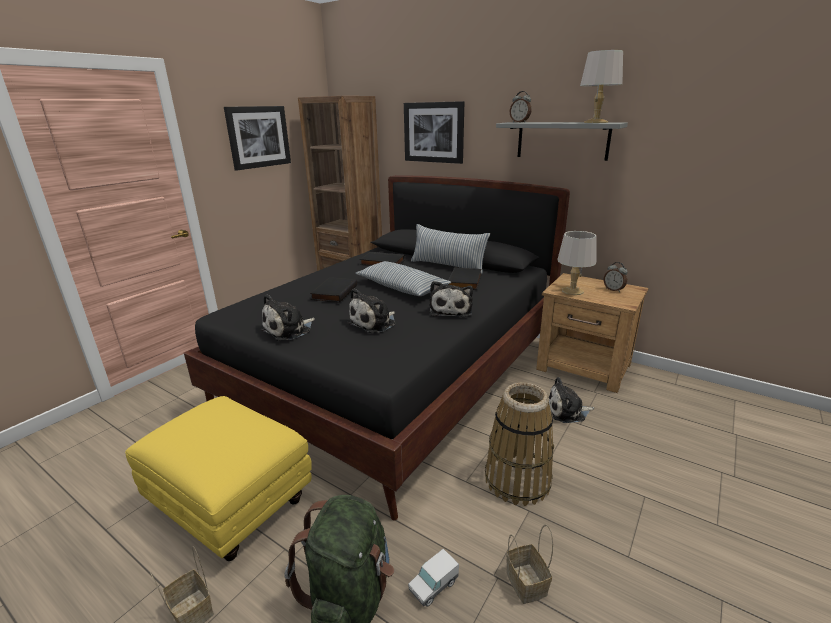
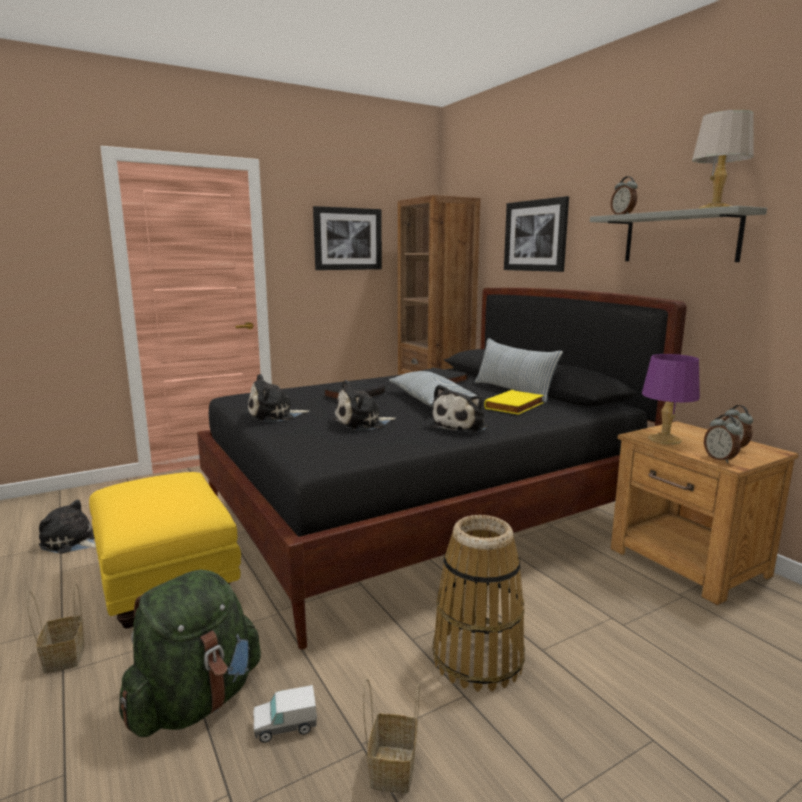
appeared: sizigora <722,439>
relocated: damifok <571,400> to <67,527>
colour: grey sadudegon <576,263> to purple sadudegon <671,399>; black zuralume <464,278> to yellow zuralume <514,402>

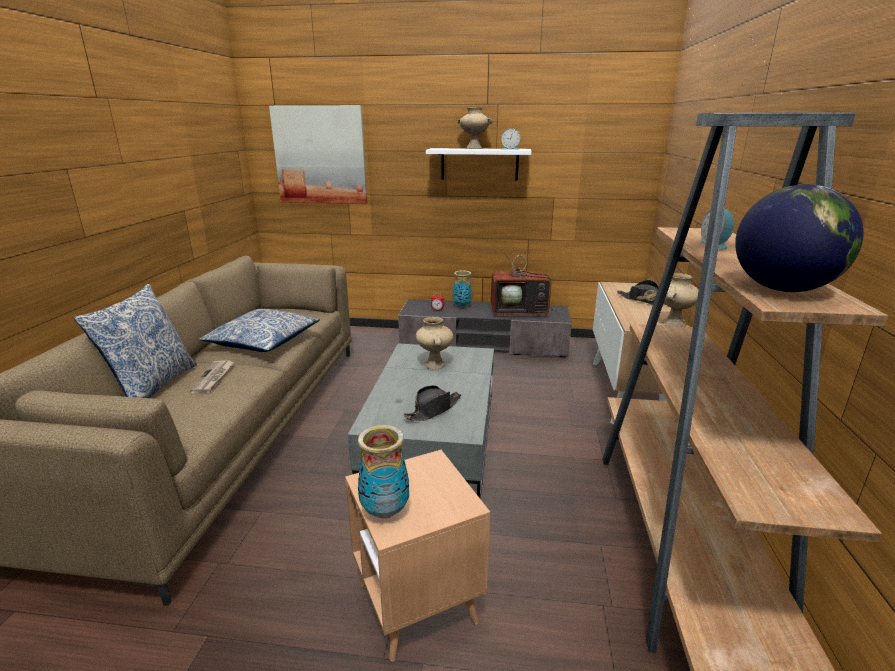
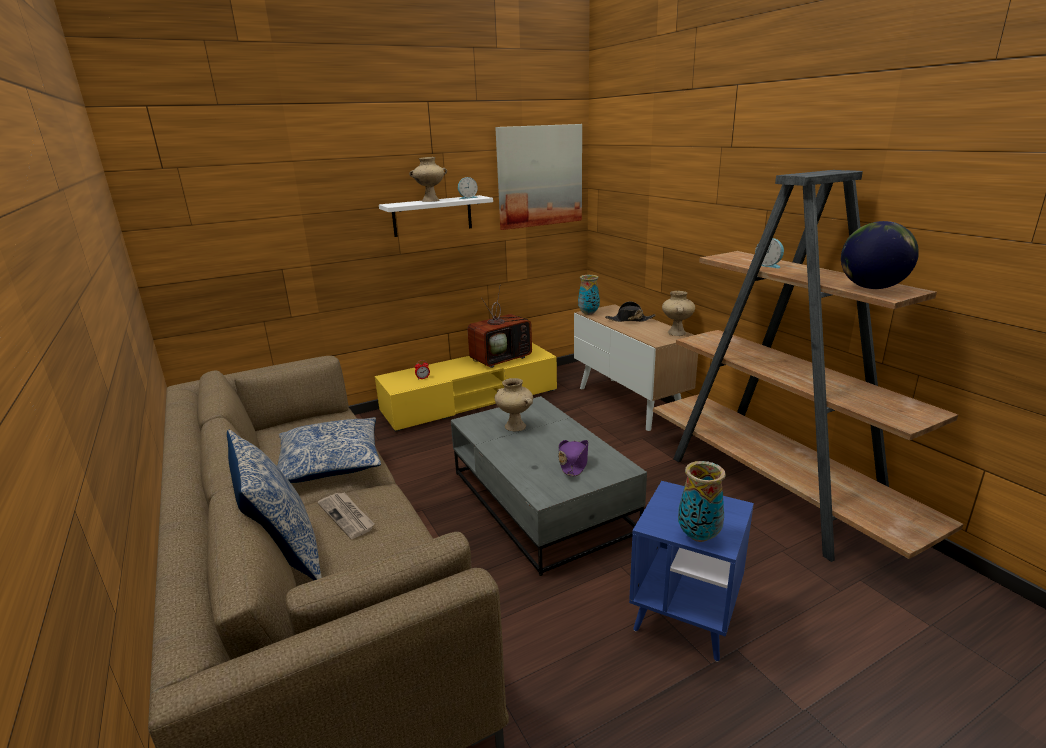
relocated: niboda <318,154> to <538,177>; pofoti <462,289> to <589,295>
colour: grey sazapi <485,328> to yellow sazapi <466,387>; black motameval <432,403> to purple motameval <573,458>; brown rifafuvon <417,555> to blue rifafuvon <691,571>

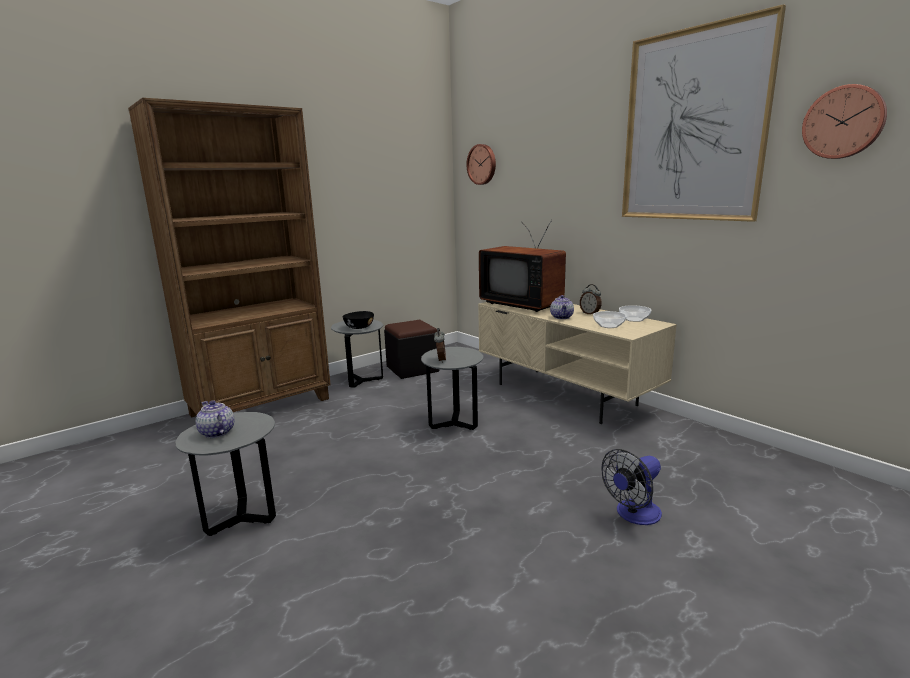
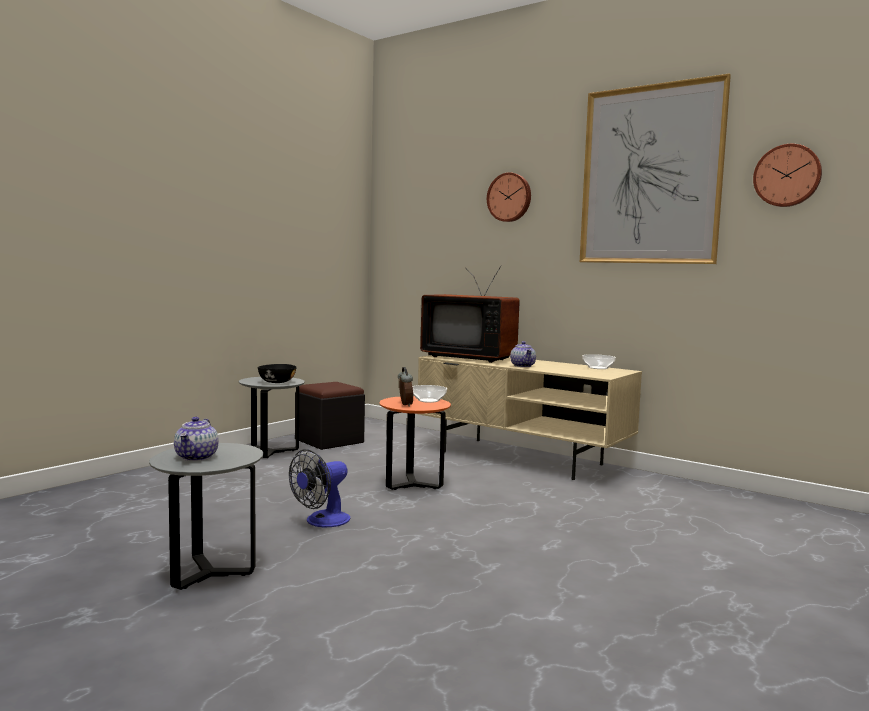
missing: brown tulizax <229,257>; sizigora <591,299>
relocated: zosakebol <481,164> to <509,197>; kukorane <609,319> to <429,394>; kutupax <631,487> to <320,488>
colour: grey rifafuvon <452,388> to orange rifafuvon <415,443>
spun: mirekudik <215,419> = <196,439> 120 degrees counterclockwise

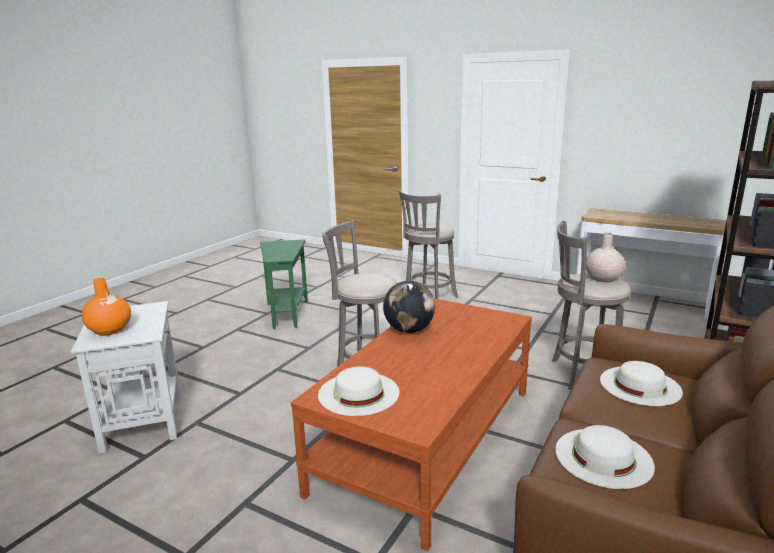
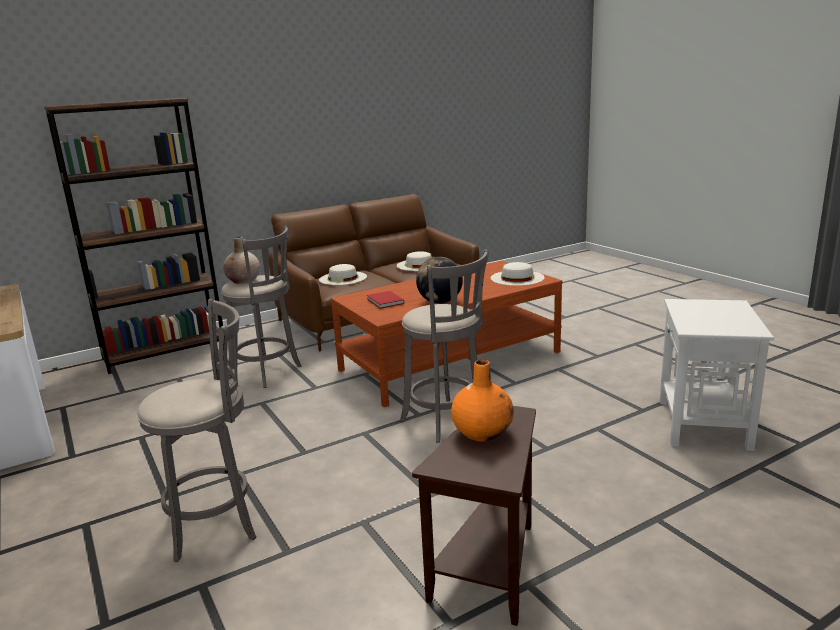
appeared: red zuralume <385,300>
relocated: orange pofoti <106,307> to <482,401>
colour: green rifafuvon <284,284> to brown rifafuvon <474,516>

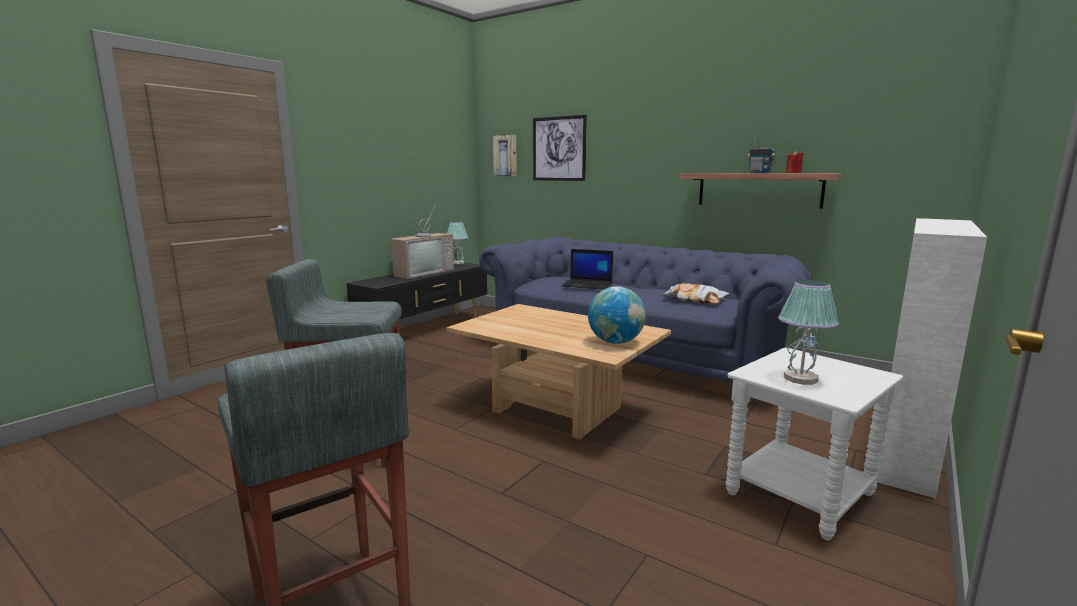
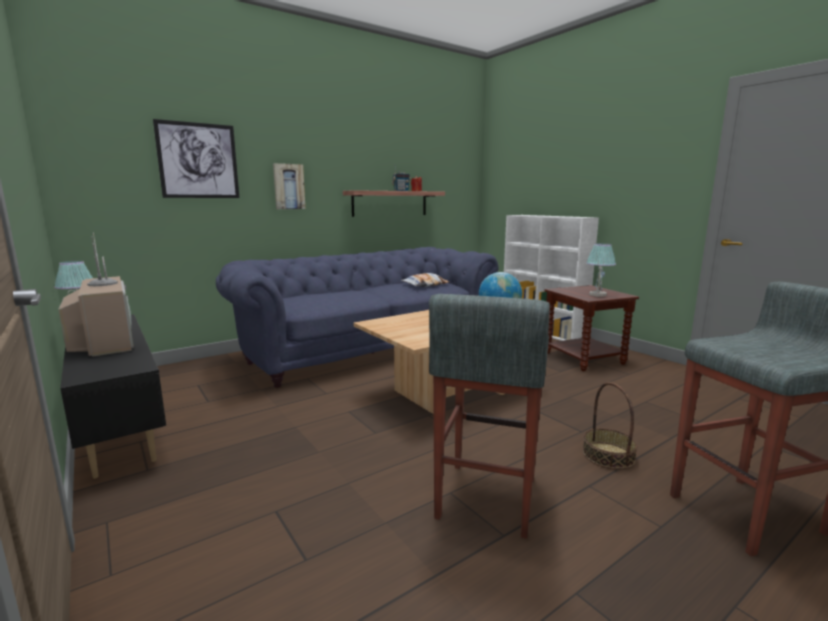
missing: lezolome <587,269>
appeared: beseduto <610,426>
relocated: niboda <505,155> to <289,186>
colour: white rifafuvon <814,443> to brown rifafuvon <591,328>

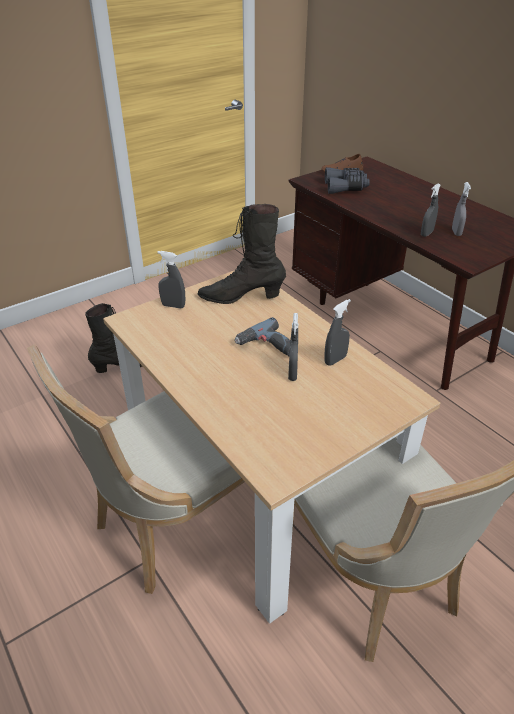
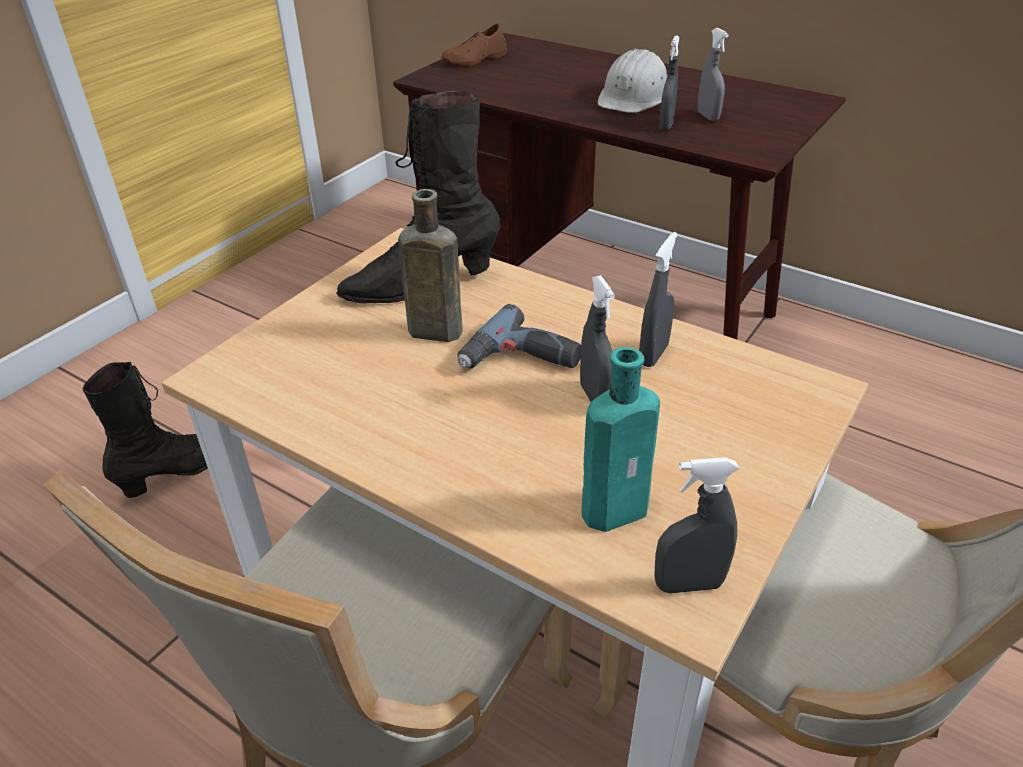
missing: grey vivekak <347,181>
appeared: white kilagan <632,81>; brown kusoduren <430,265>; turquoise kusoduren <621,439>
relocated: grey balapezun <171,279> to <696,525>

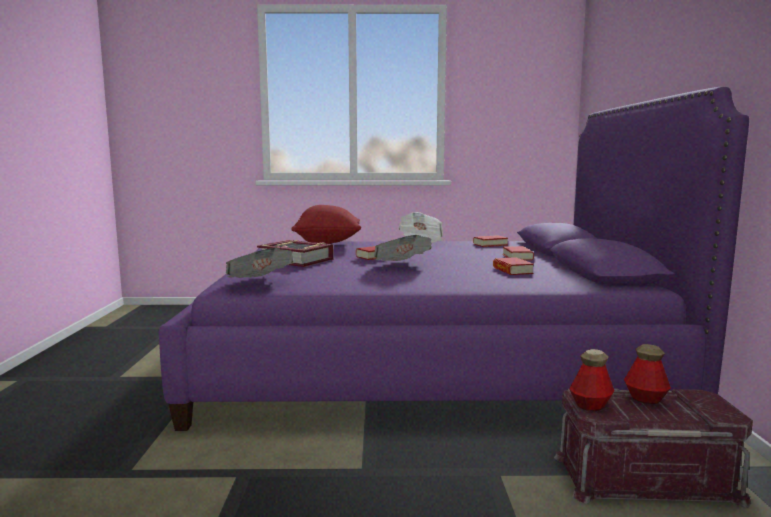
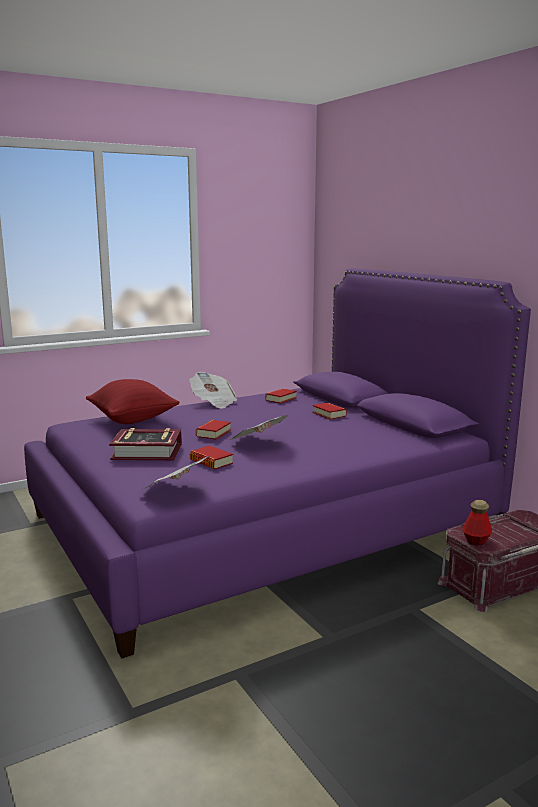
missing: kusoduren <647,374>
relocated: zuralume <513,266> to <211,457>

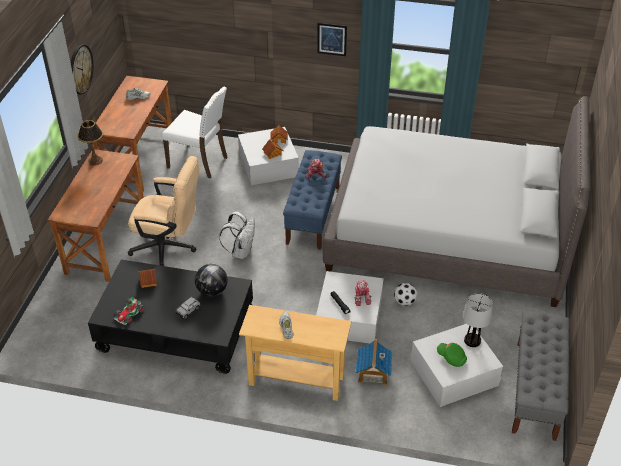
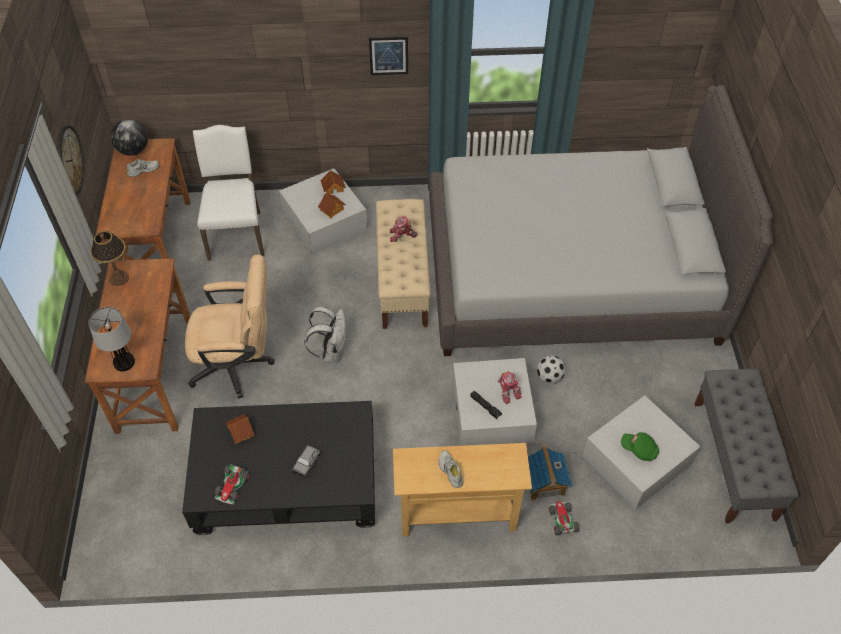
appeared: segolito <564,518>
relocated: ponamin <211,280> to <129,137>; sadudegon <478,320> to <111,339>
colour: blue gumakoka <312,200> to beige gumakoka <403,264>
spun: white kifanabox <195,132> = <228,193> 105 degrees counterclockwise

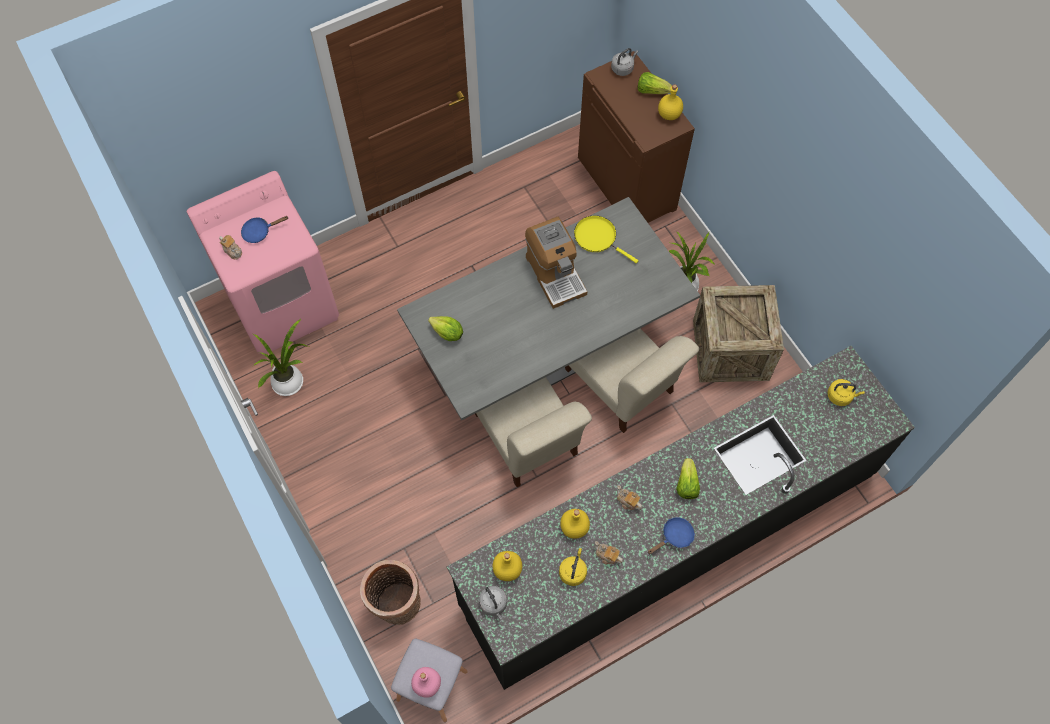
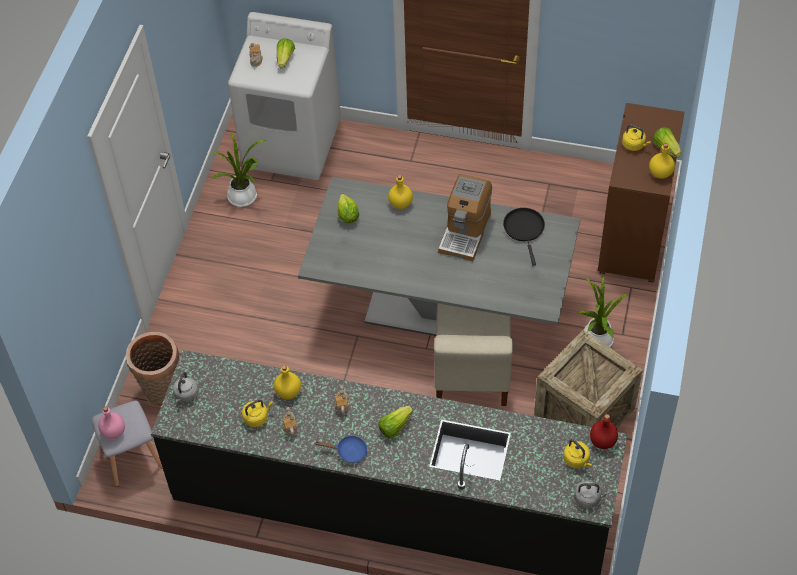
missing: beige kifanabox <533,432>
appeared: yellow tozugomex <636,138>; red kusoduren <604,431>
relocated: grey tozugomex <624,62> to <592,494>; yellow kusoduren <507,566> to <400,192>
exchanged: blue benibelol <264,229> to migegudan <286,53>
colour: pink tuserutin <263,263> to white tuserutin <284,96>; yellow benibelol <606,239> to black benibelol <524,237>

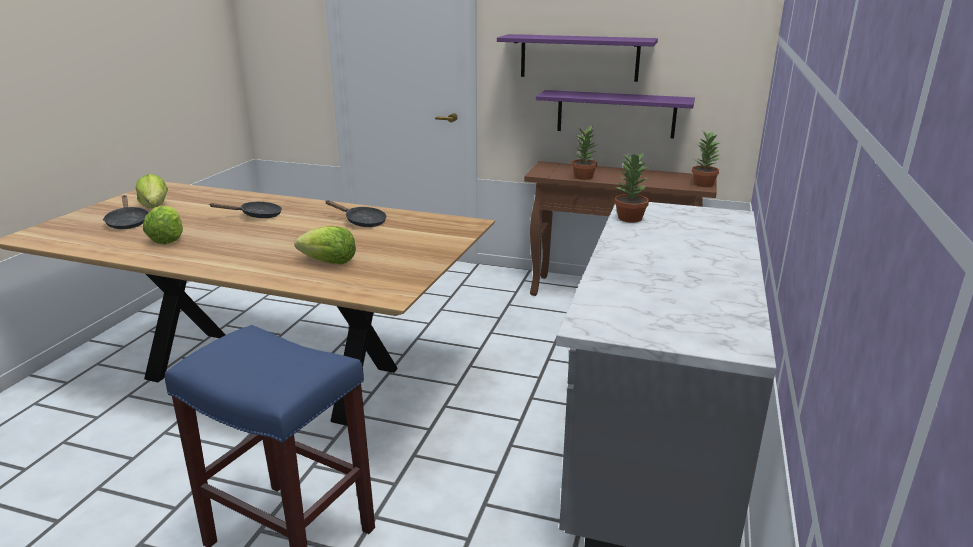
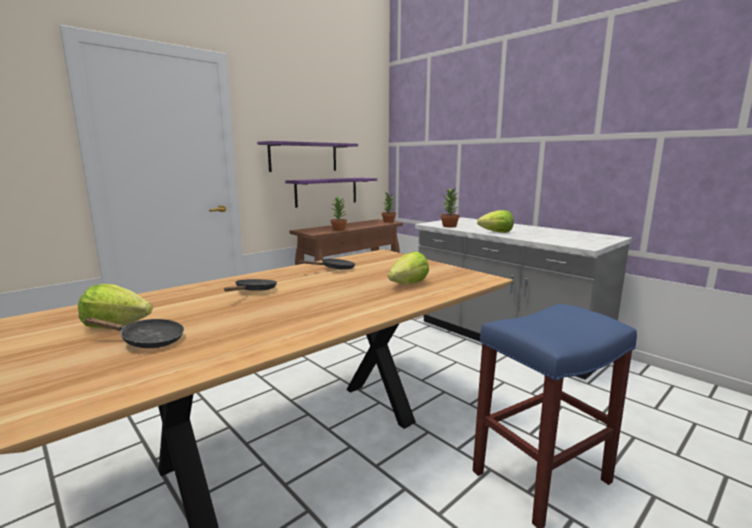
relocated: migegudan <163,225> to <495,221>

